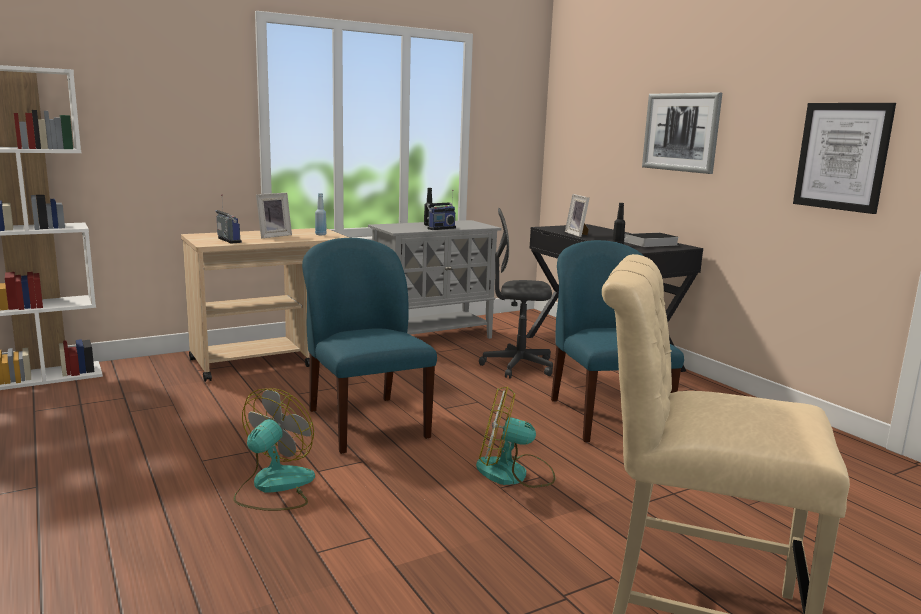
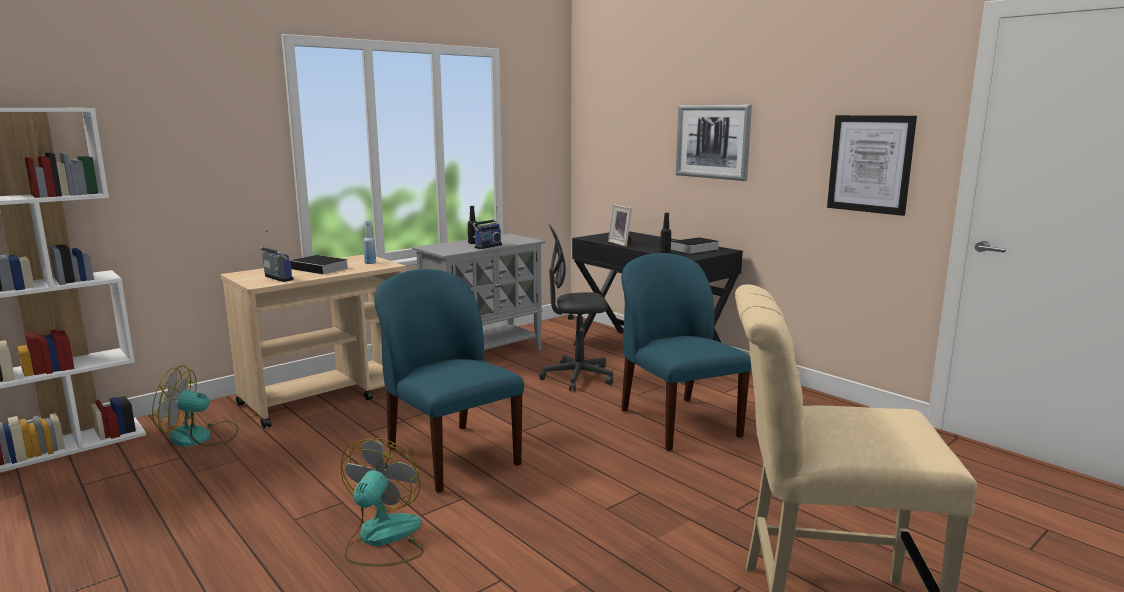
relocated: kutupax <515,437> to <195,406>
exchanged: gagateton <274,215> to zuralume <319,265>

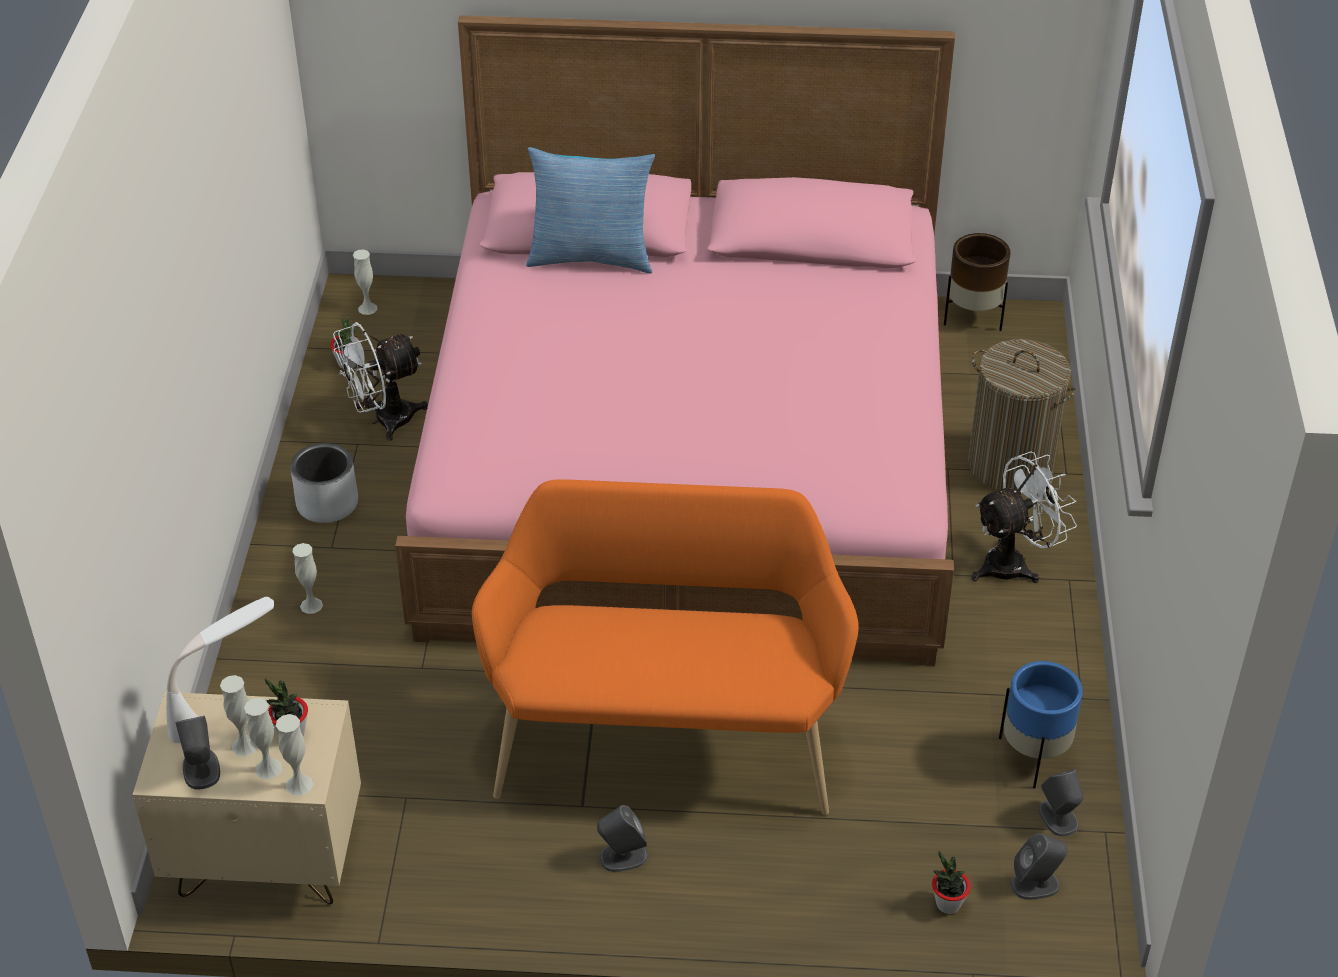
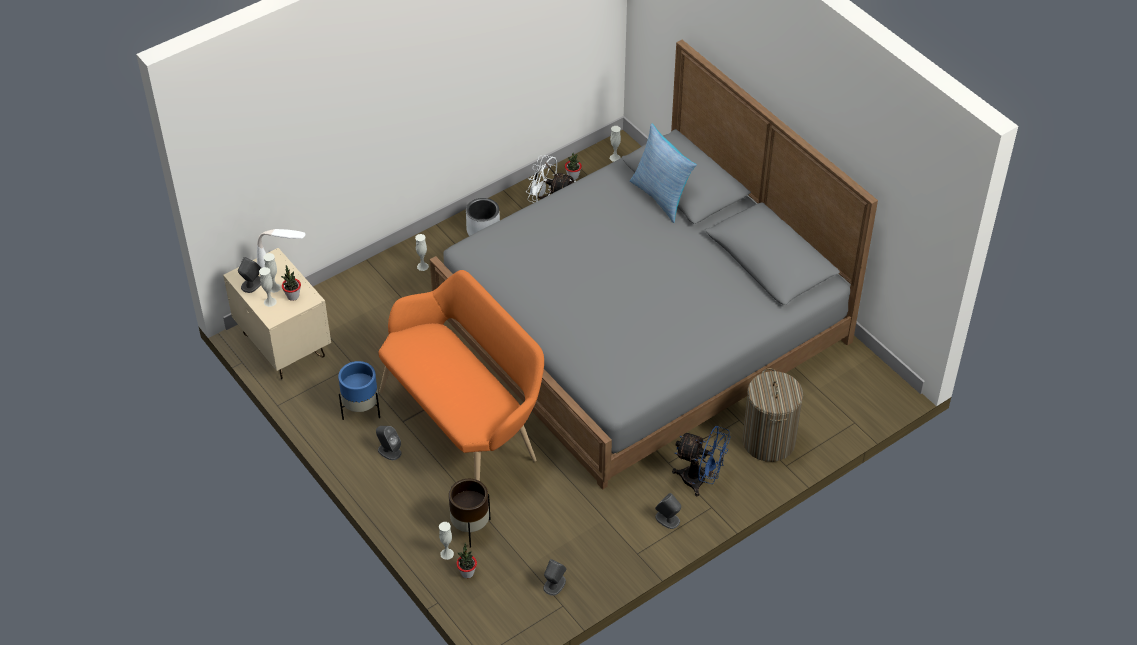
relocated: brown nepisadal <977,282> to <470,513>; blue nepisadal <1041,724> to <359,390>; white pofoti <294,755> to <446,541>; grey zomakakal <1039,867> to <668,511>
colour: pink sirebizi <675,340> to grey sirebizi <653,264>; white kutupax <1024,517> to blue kutupax <701,461>

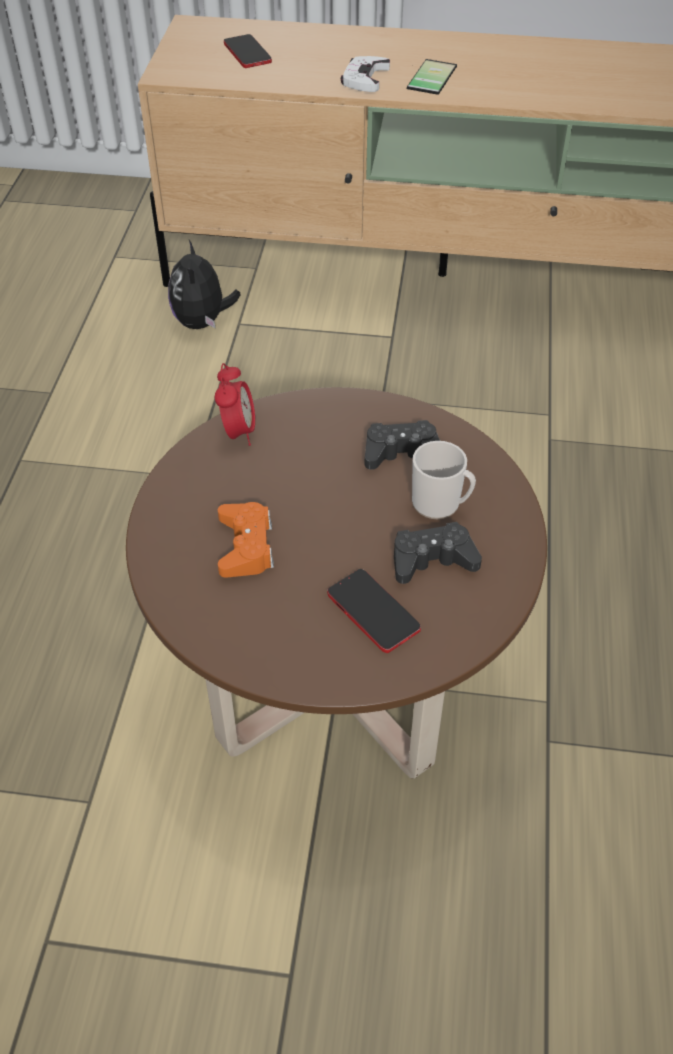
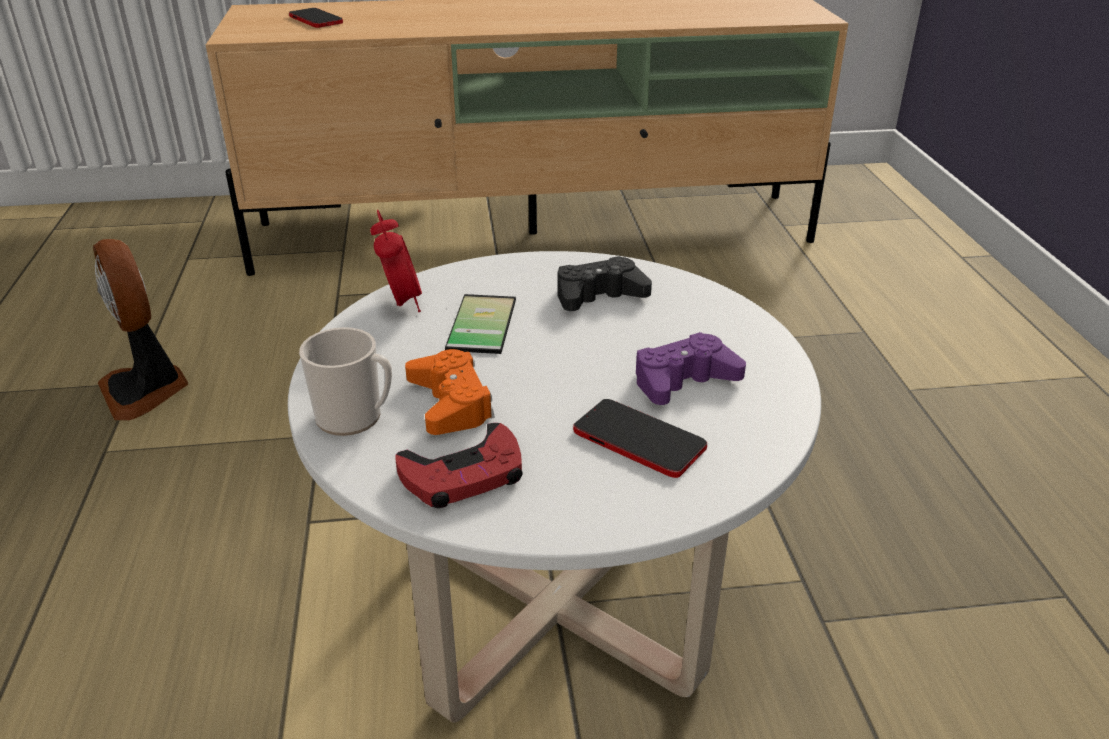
missing: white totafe <365,74>; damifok <204,284>
appeared: kutupax <141,329>; red totafe <459,465>
relocated: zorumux <432,77> to <480,324>; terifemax <444,480> to <345,381>
colour: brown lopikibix <336,583> to white lopikibix <554,487>; black totafe <438,553> to purple totafe <691,368>

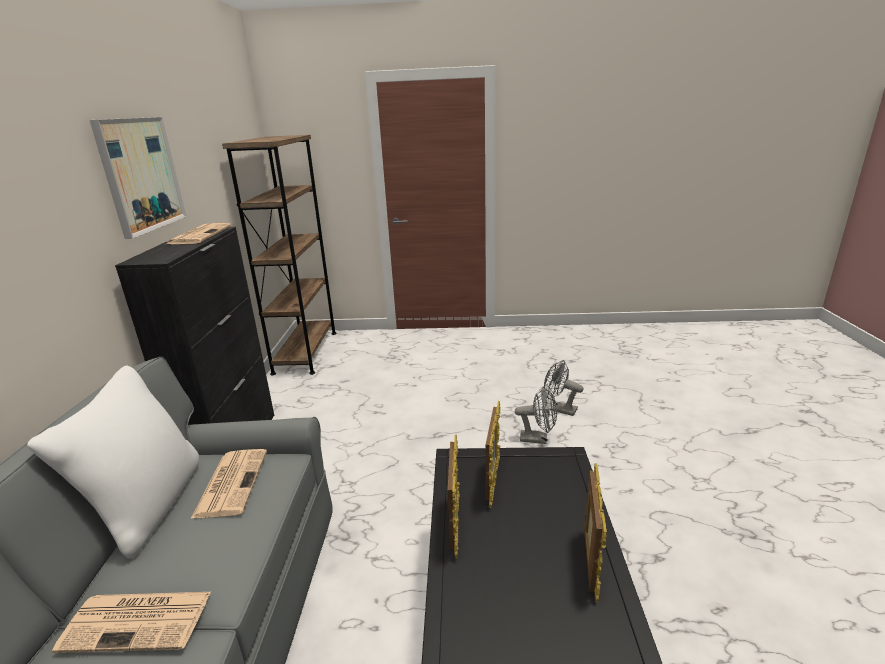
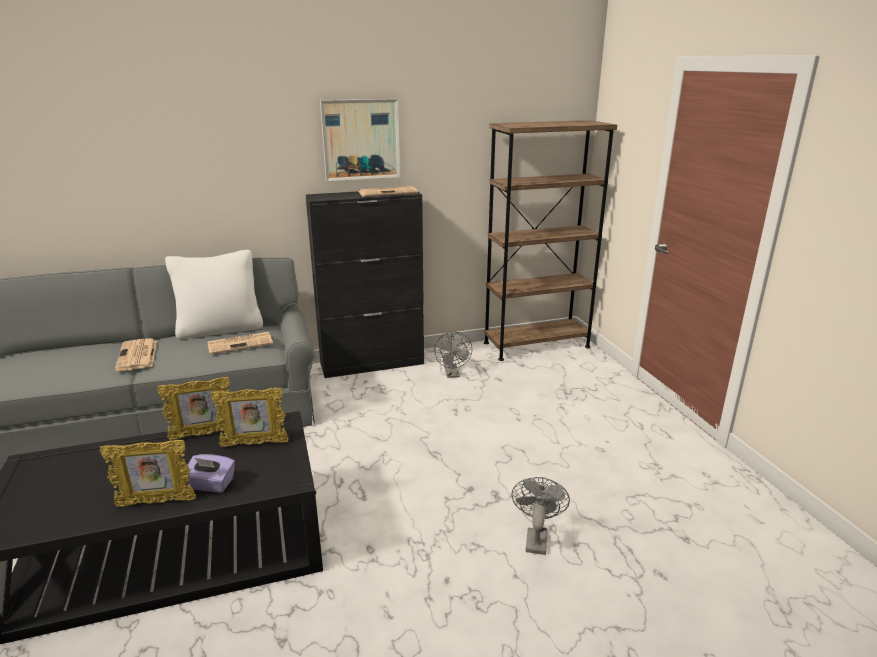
appeared: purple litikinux <211,473>
relocated: grey kutupax <536,415> to <453,355>

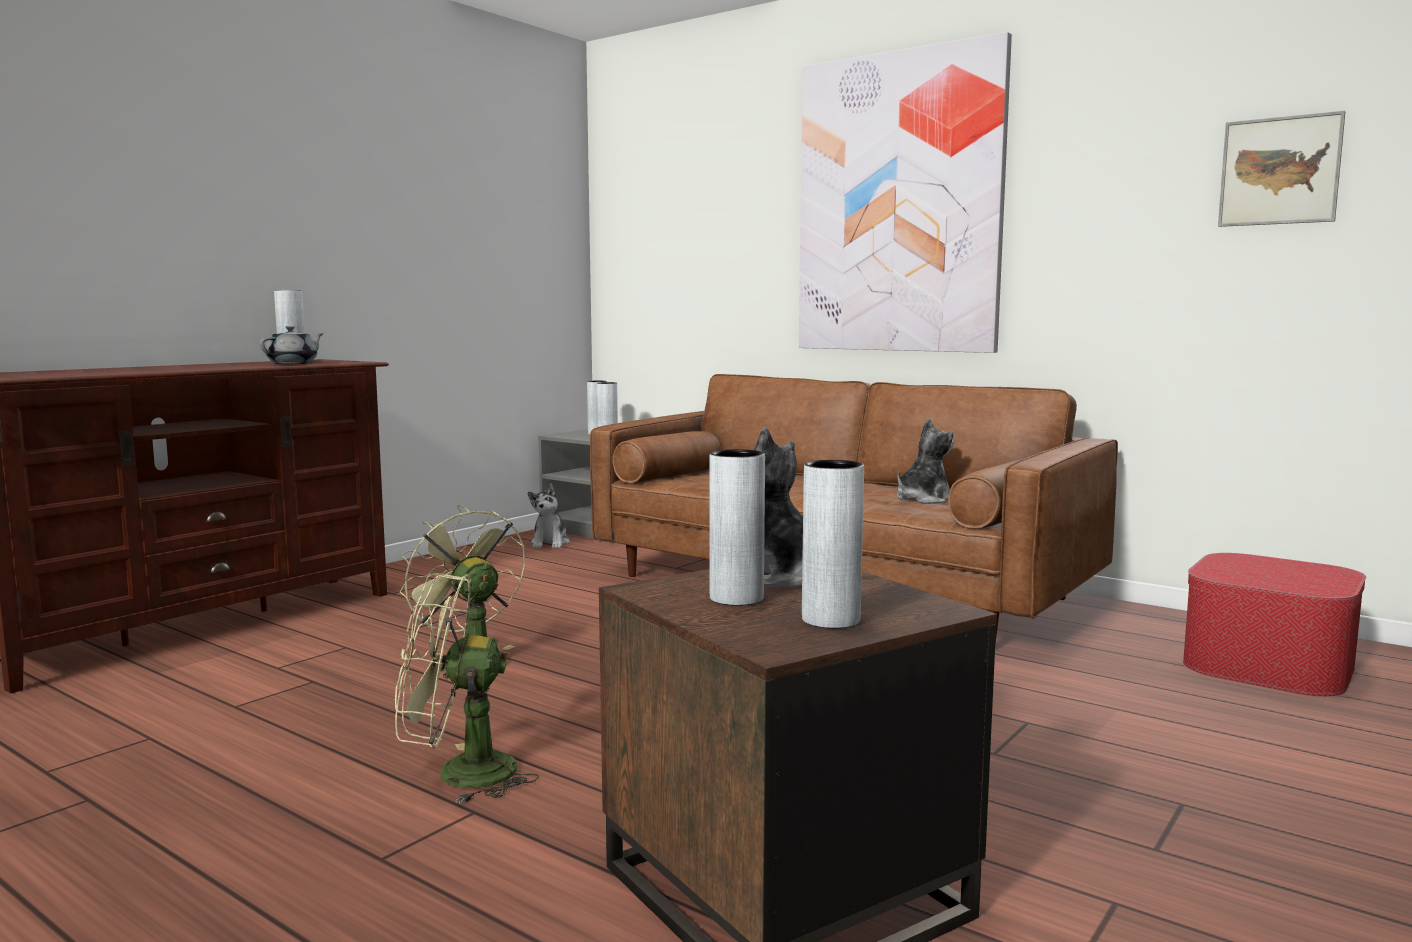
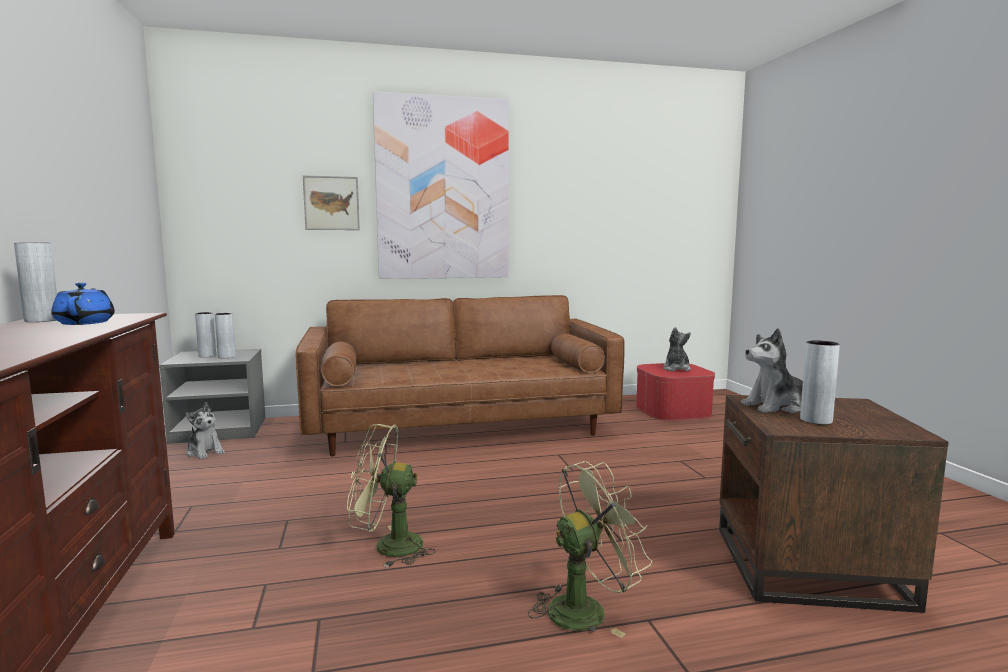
missing: grey pofoti <833,544>
relocated: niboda <1282,169> to <331,203>; damifok <925,461> to <677,349>
colour: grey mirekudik <291,345> to blue mirekudik <83,304>
spun: green kutupax <467,688> = <590,549> 150 degrees counterclockwise

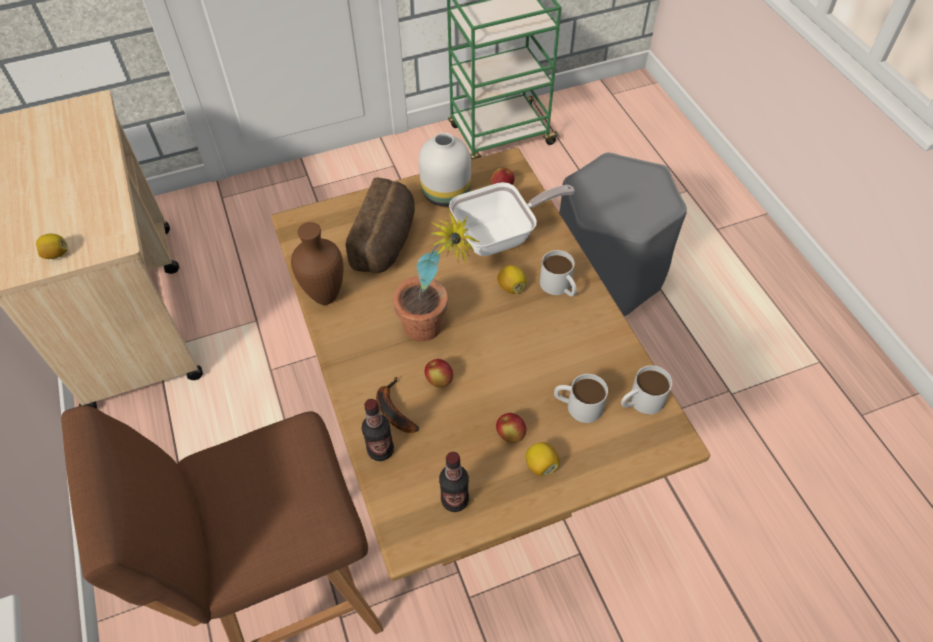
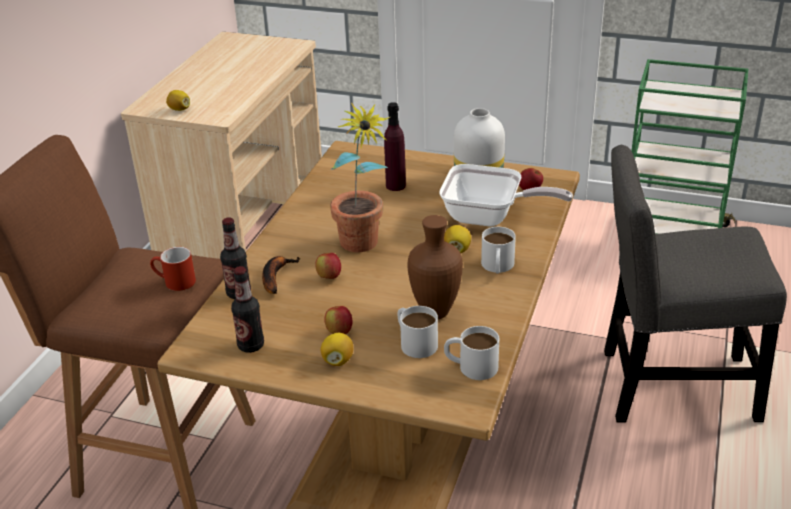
appeared: red terifemax <173,269>
relocated: brown pofoti <317,263> to <435,267>
exchanged: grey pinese <623,234> to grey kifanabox <695,284>; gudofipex <380,225> to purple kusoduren <395,146>

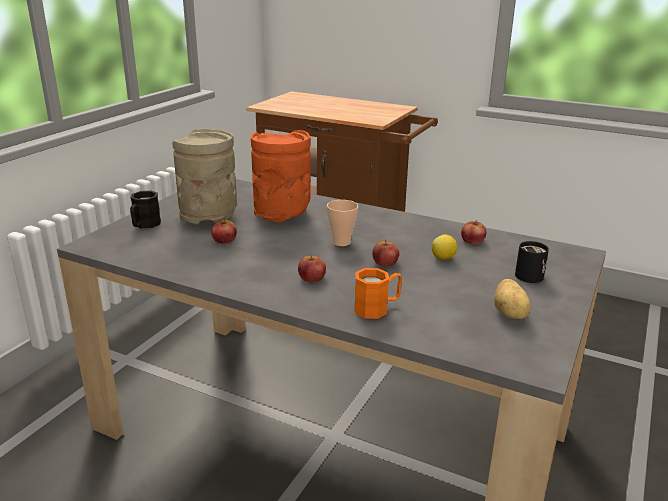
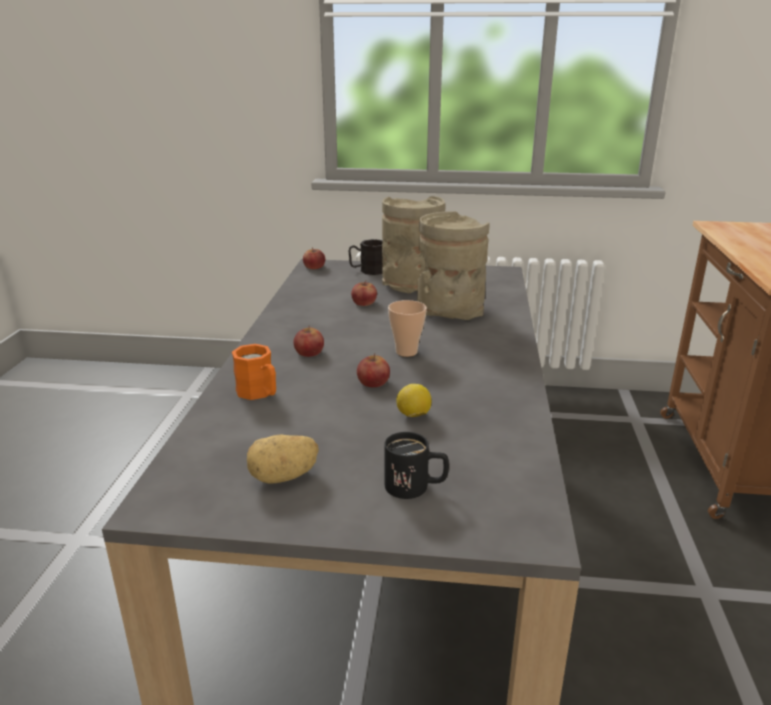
relocated: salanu <473,232> to <314,258>
colour: orange pofoti <281,176> to beige pofoti <453,265>

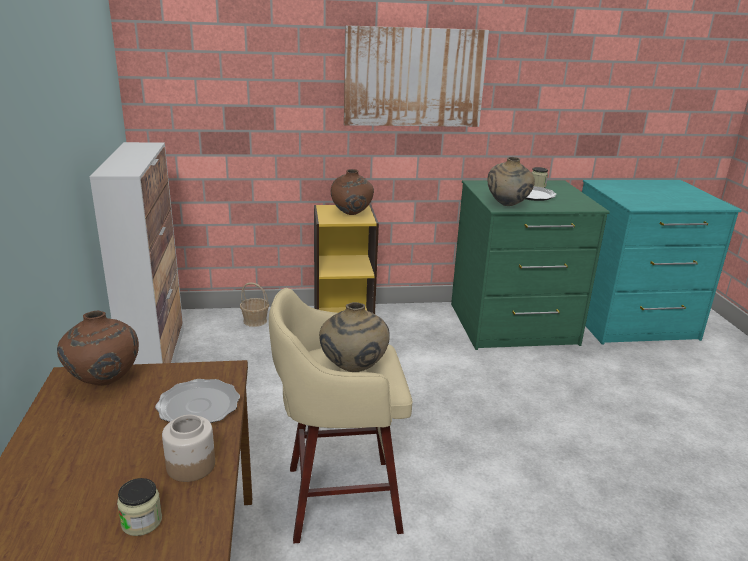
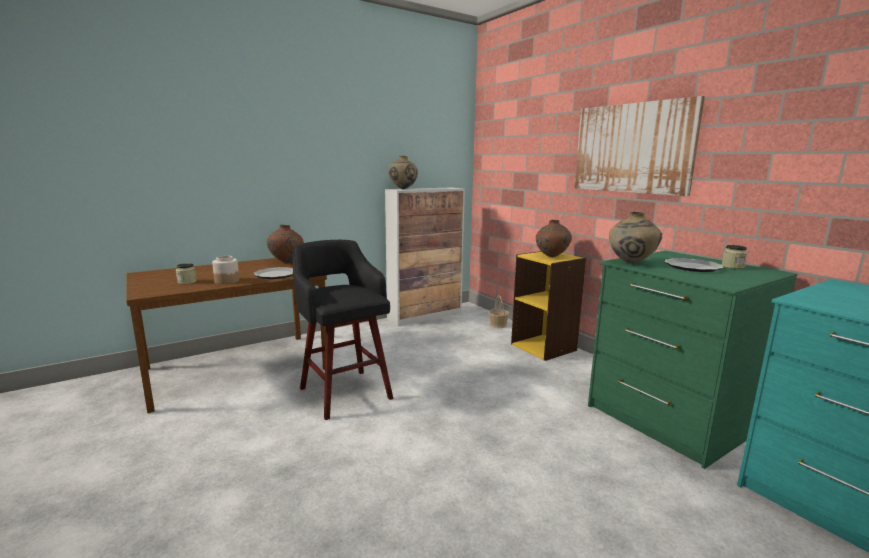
relocated: beige pofoti <354,337> to <403,172>
colour: beige pinese <340,415> to black pinese <343,330>

